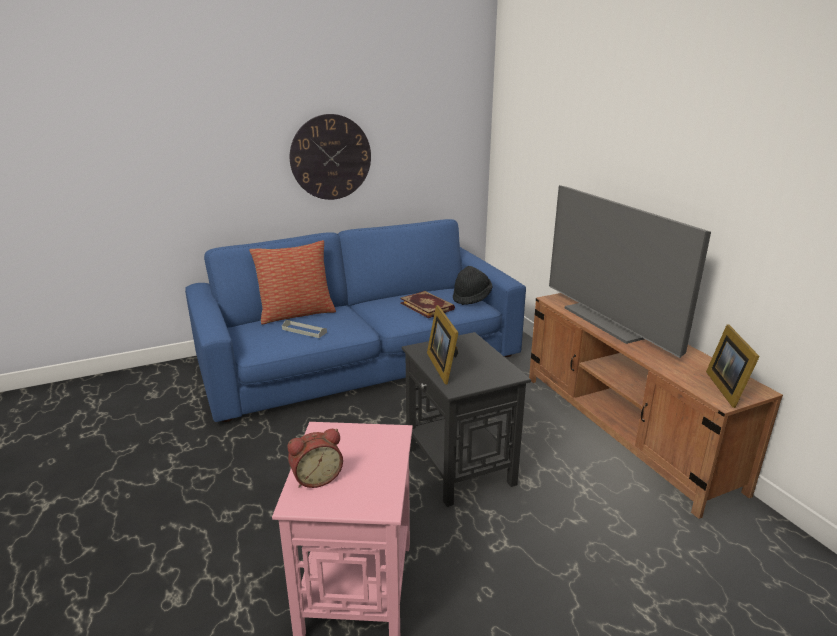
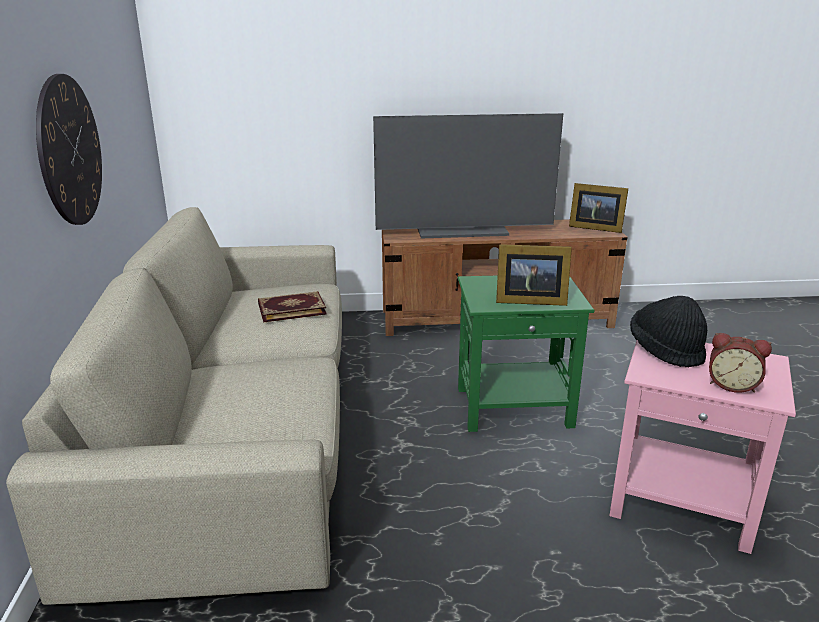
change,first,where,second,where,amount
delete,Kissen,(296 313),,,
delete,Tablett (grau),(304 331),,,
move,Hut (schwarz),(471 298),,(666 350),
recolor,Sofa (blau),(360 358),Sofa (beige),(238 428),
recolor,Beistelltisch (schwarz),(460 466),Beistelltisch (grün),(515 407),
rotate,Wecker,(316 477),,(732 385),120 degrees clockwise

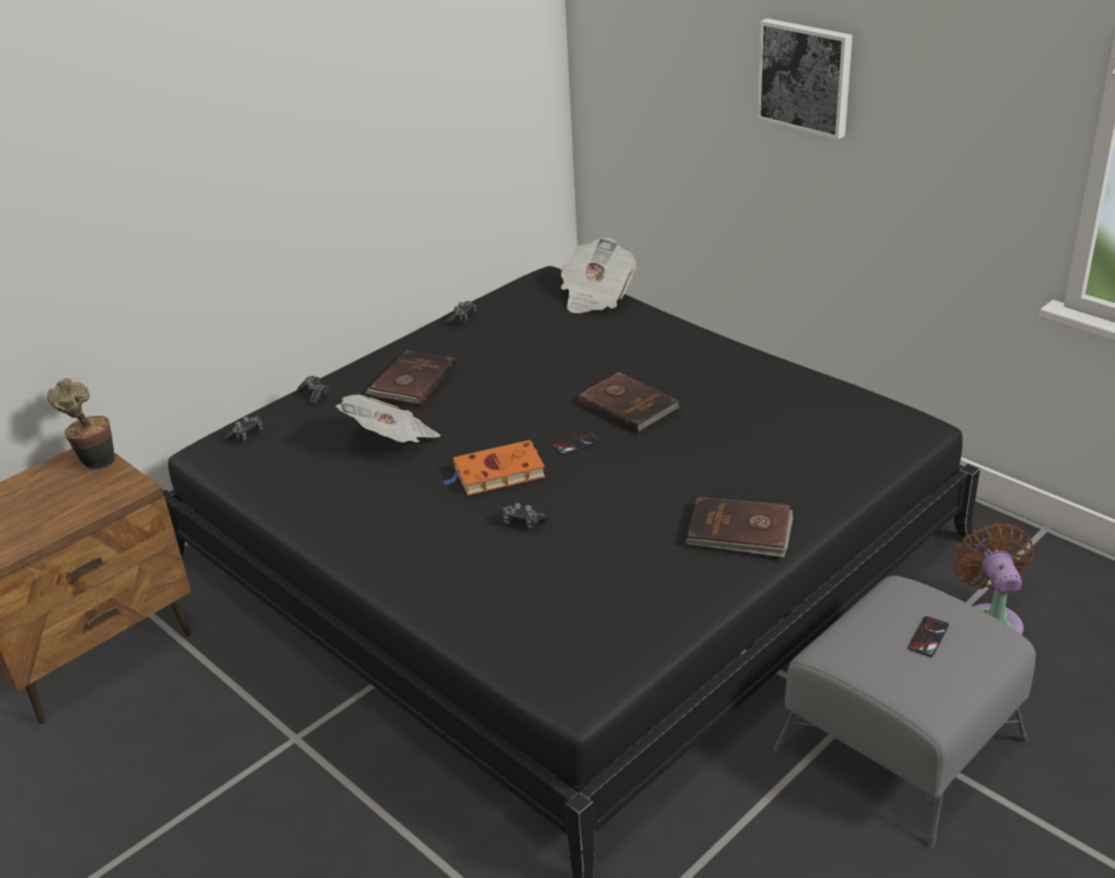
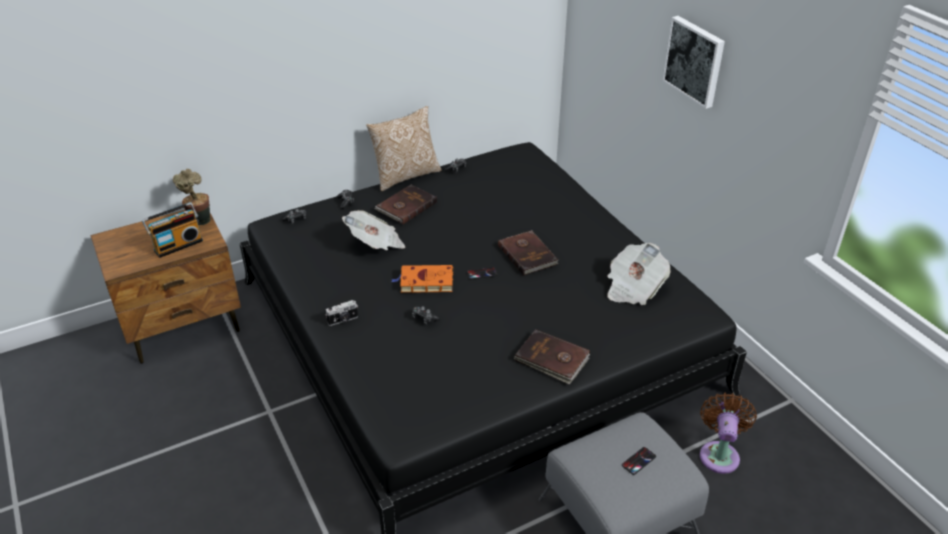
change,first,where,second,where,amount
insert,,,Radio,(178 245),
insert,,,Kamera,(343 320),
insert,,,Kissen,(405 175),
move,Zeitung,(596 296),,(633 287),

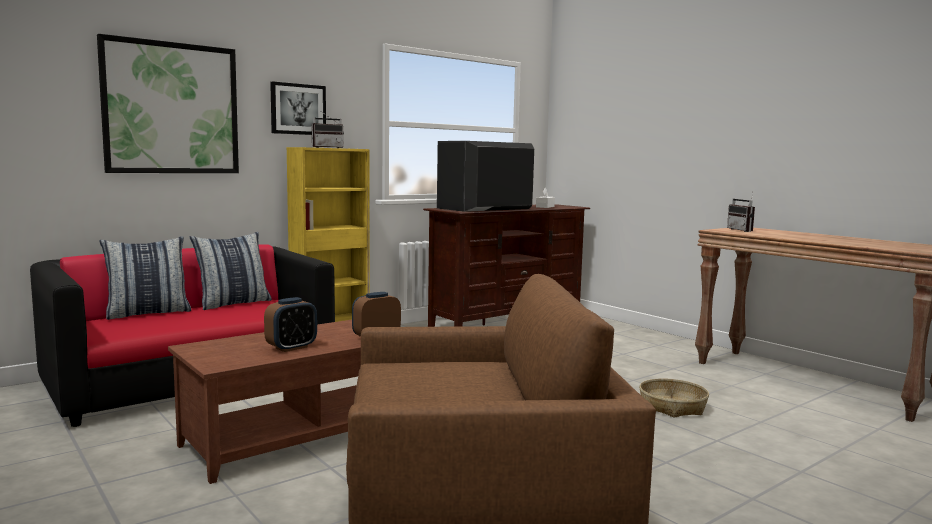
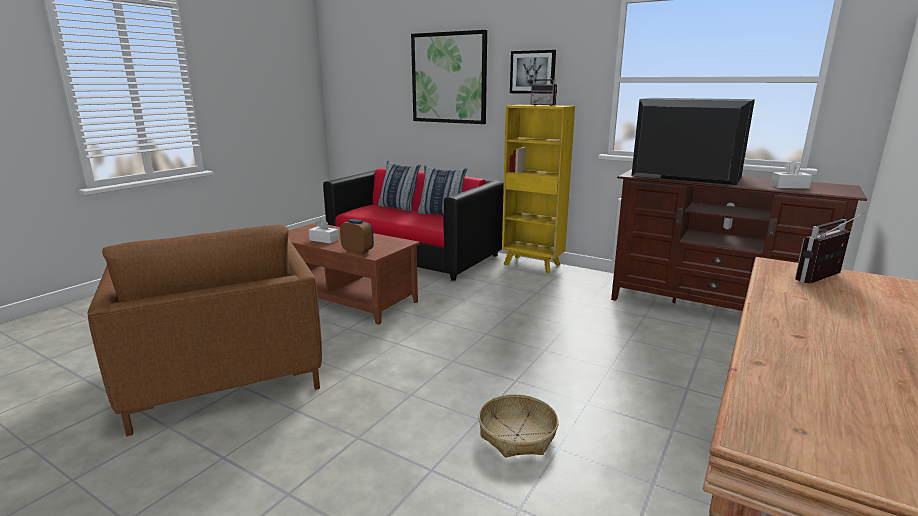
change,first,where,second,where,amount
replace,Wecker,(291 347),Taschentuchbox (weiß),(324 240),

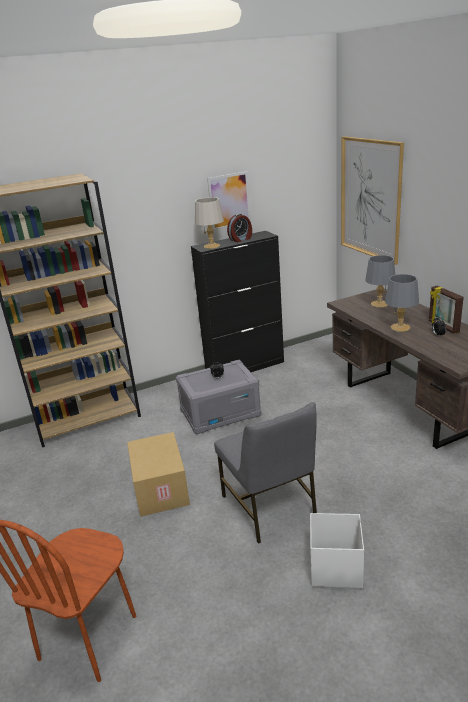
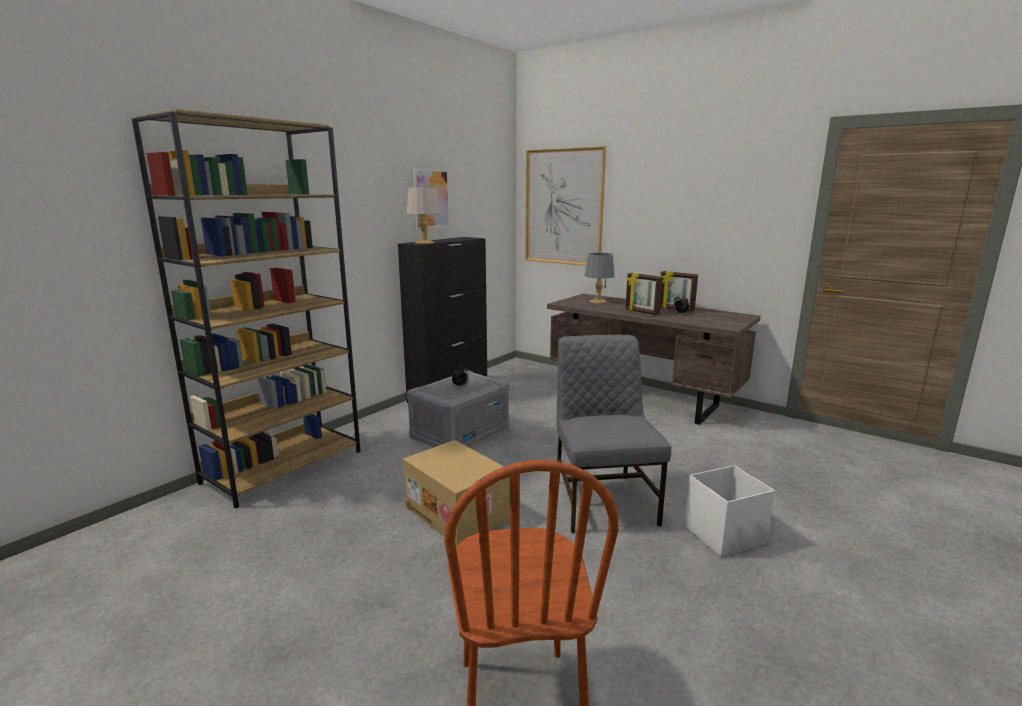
change,first,where,second,where,amount
delete,Wecker,(241 239),,,
replace,Tischlampe (grau),(400 327),Bilderrahmen,(641 312),
rotate,Stuhl (grau),(270 507),,(602 501),135 degrees counterclockwise

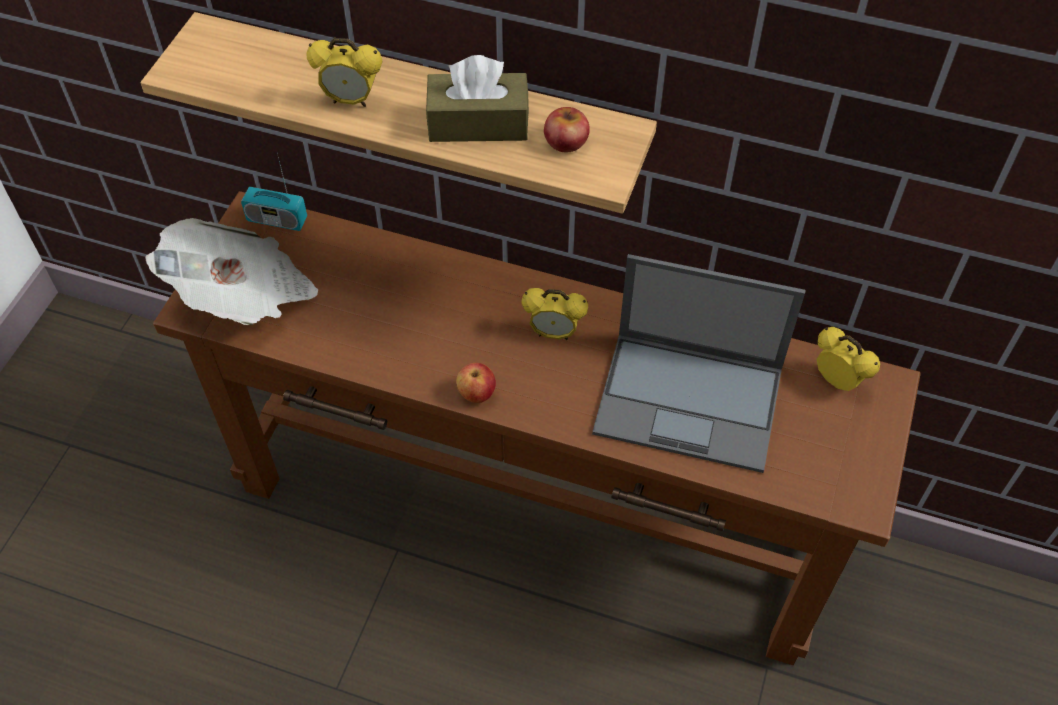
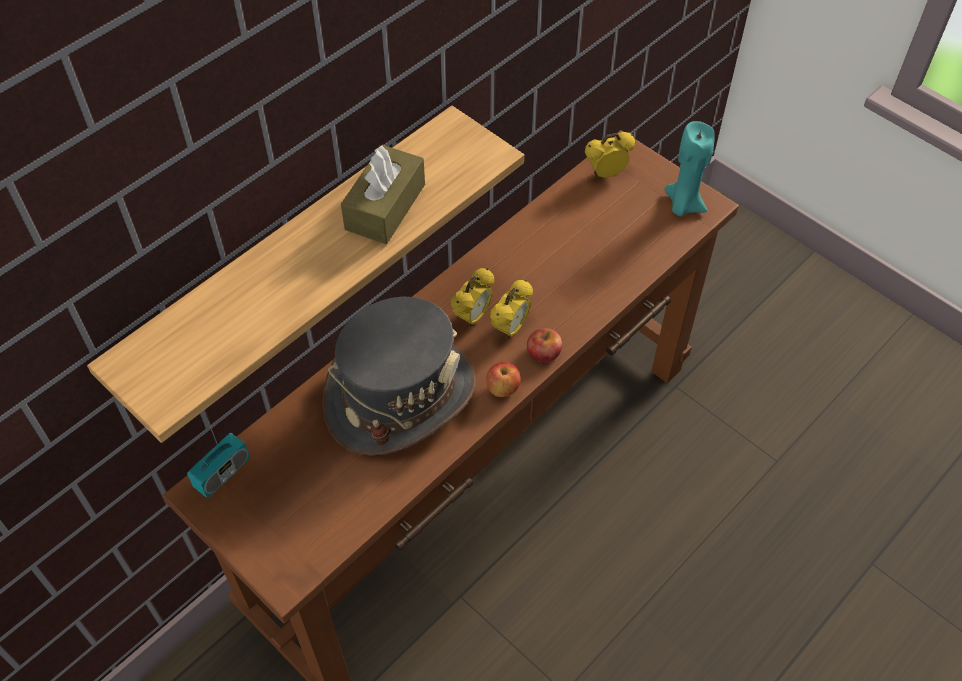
change,first,where,second,where,amount
delete,Zeitung,(243 295),,,
delete,Laptop,(691 400),,,
insert,,,Hut (grau),(400 395),
insert,,,Kerze (türkis),(683 205),
move,Wecker,(351 100),,(510 328),
move,Apfel,(566 141),,(543 352),

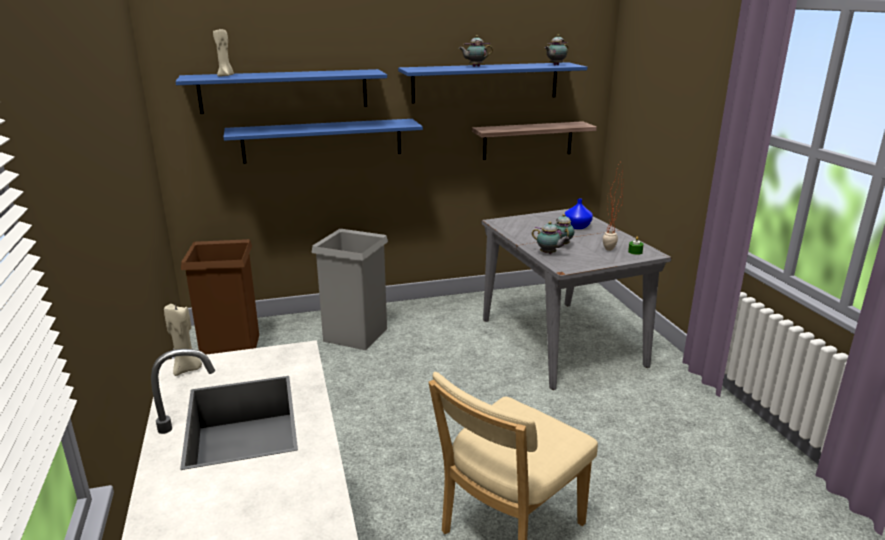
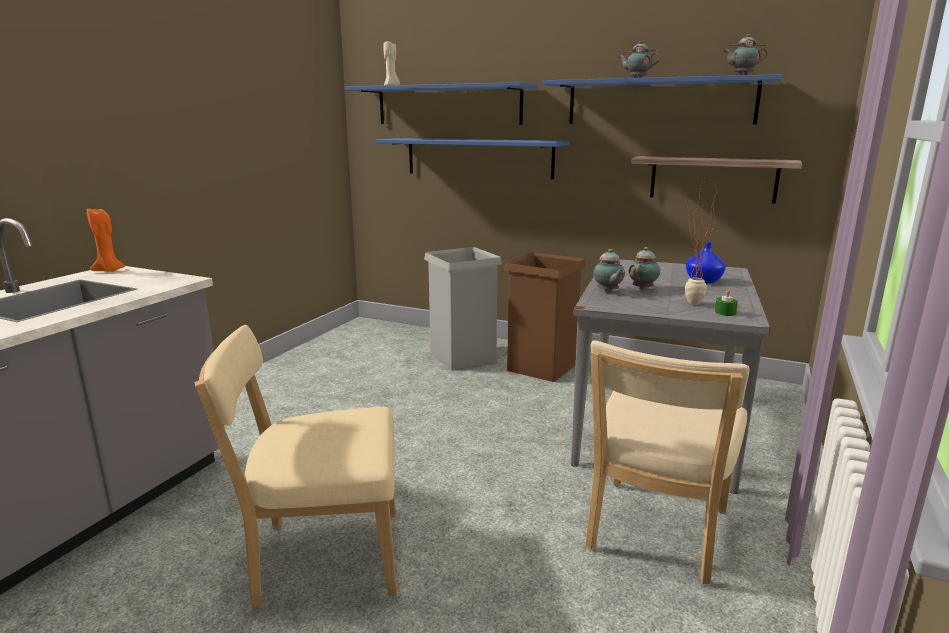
change,first,where,second,where,amount
insert,,,Stuhl (beige),(655 534),
move,Mülleimer (braun),(230 348),,(541 367),
recolor,Kerze (beige),(187 369),Kerze (orange),(109 271),

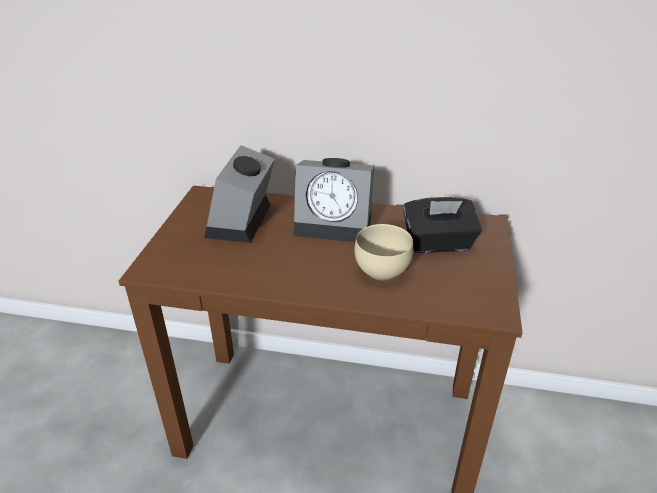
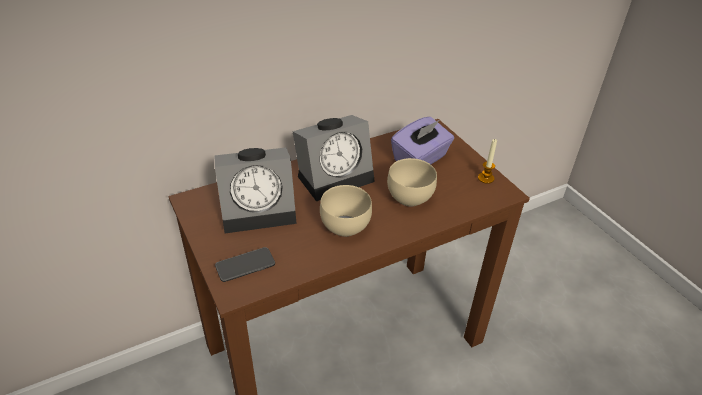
change,first,where,second,where,amount
insert,,,Handy,(245 265),
insert,,,Schüssel (beige),(347 227),
insert,,,Kerze,(485 178),
recolor,Taschentuchbox (schwarz),(438 243),Taschentuchbox (lila),(420 159),
rotate,Wecker,(242 222),,(260 209),75 degrees counterclockwise

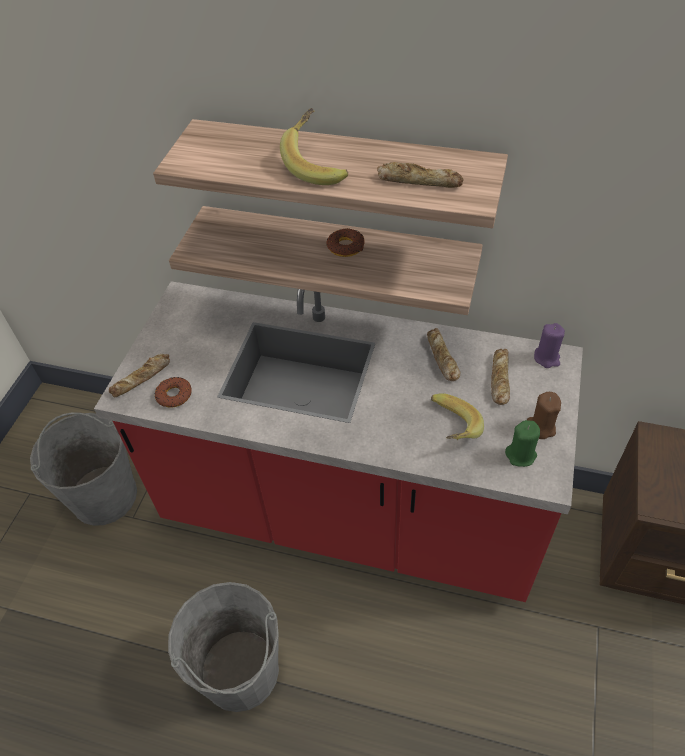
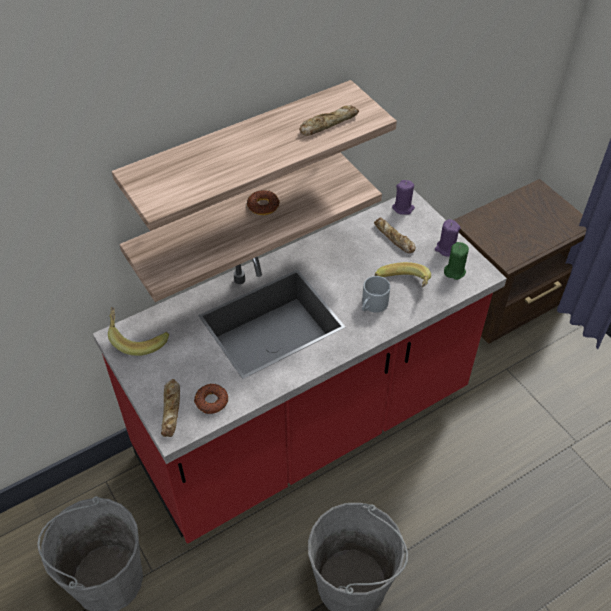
change,first,where,second,where,amount
delete,Brot,(441 358),,,
insert,,,Henkelbecher (grau),(372 305),
move,Banane,(318 164),,(137 338),
recolor,Kerze (braun),(541 427),Kerze (lila),(446 249),

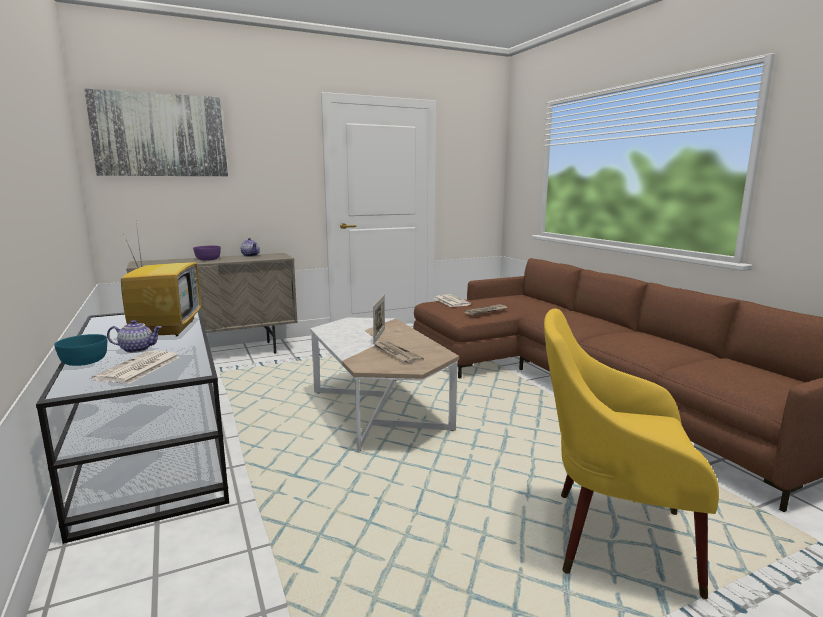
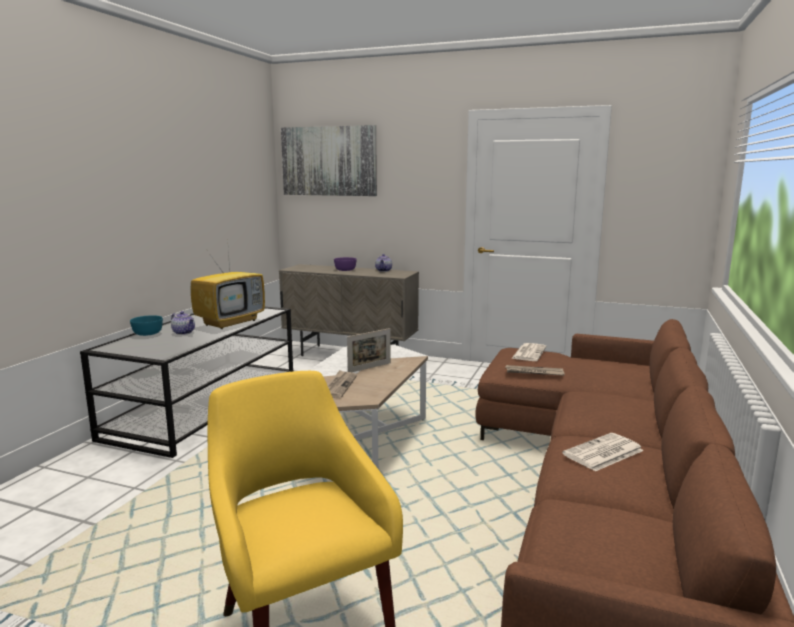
change,first,where,second,where,amount
move,Zeitung,(138 368),,(603 453),

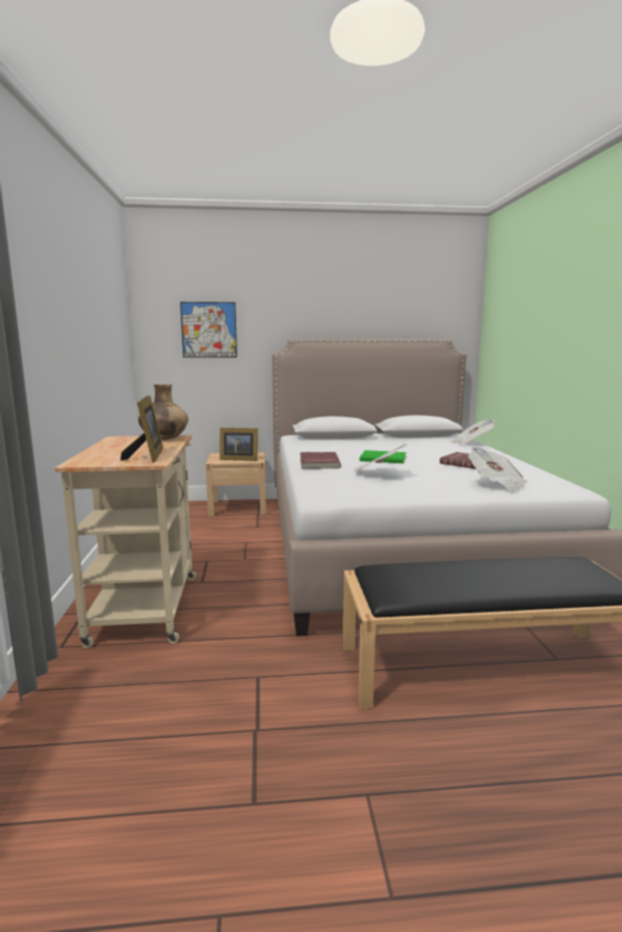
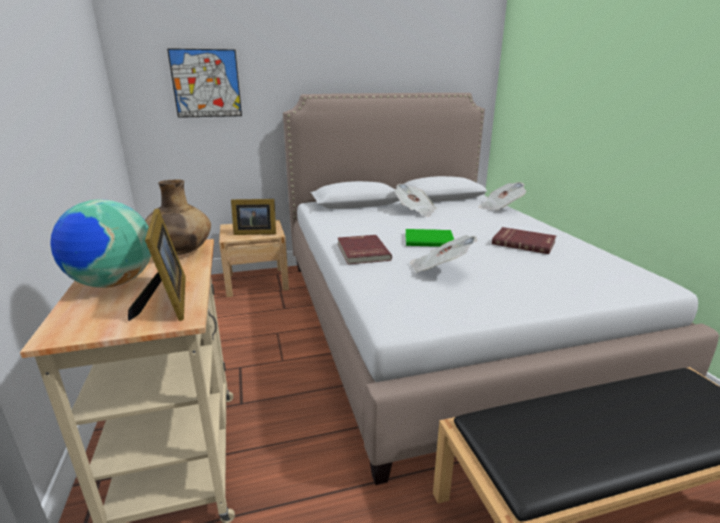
change,first,where,second,where,amount
insert,,,Globus,(113 283),
move,Zeitung,(496 484),,(415 211),

